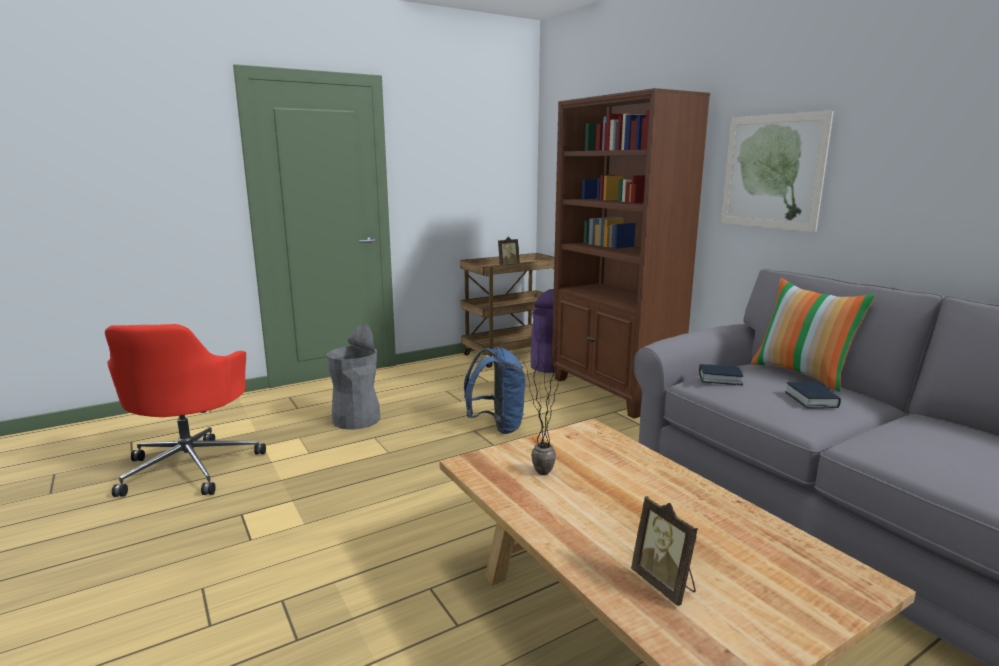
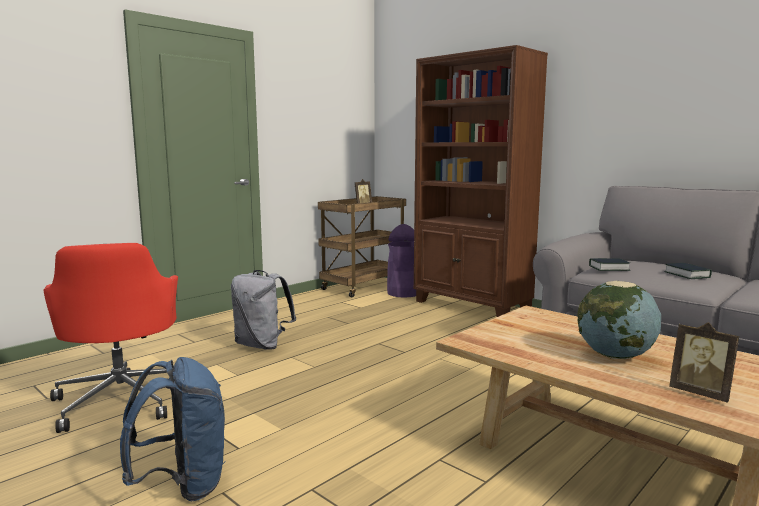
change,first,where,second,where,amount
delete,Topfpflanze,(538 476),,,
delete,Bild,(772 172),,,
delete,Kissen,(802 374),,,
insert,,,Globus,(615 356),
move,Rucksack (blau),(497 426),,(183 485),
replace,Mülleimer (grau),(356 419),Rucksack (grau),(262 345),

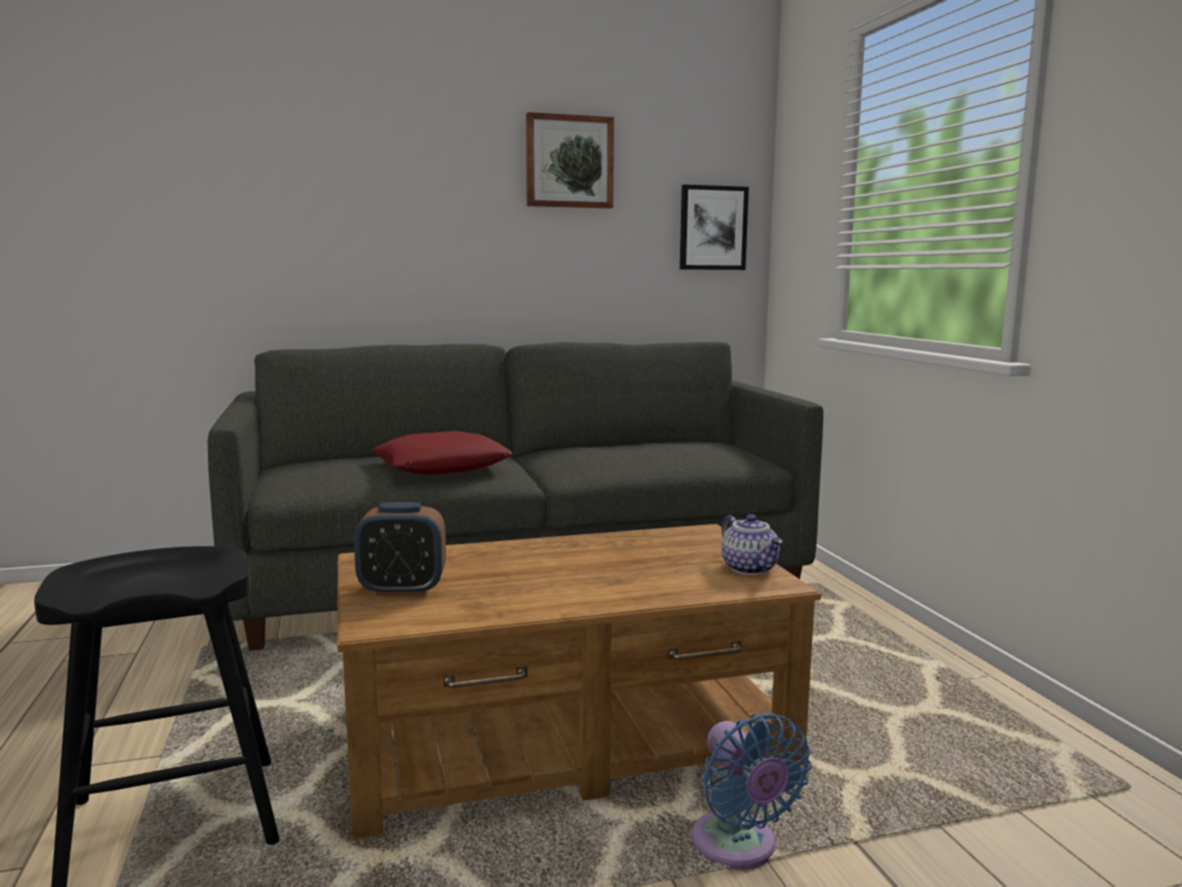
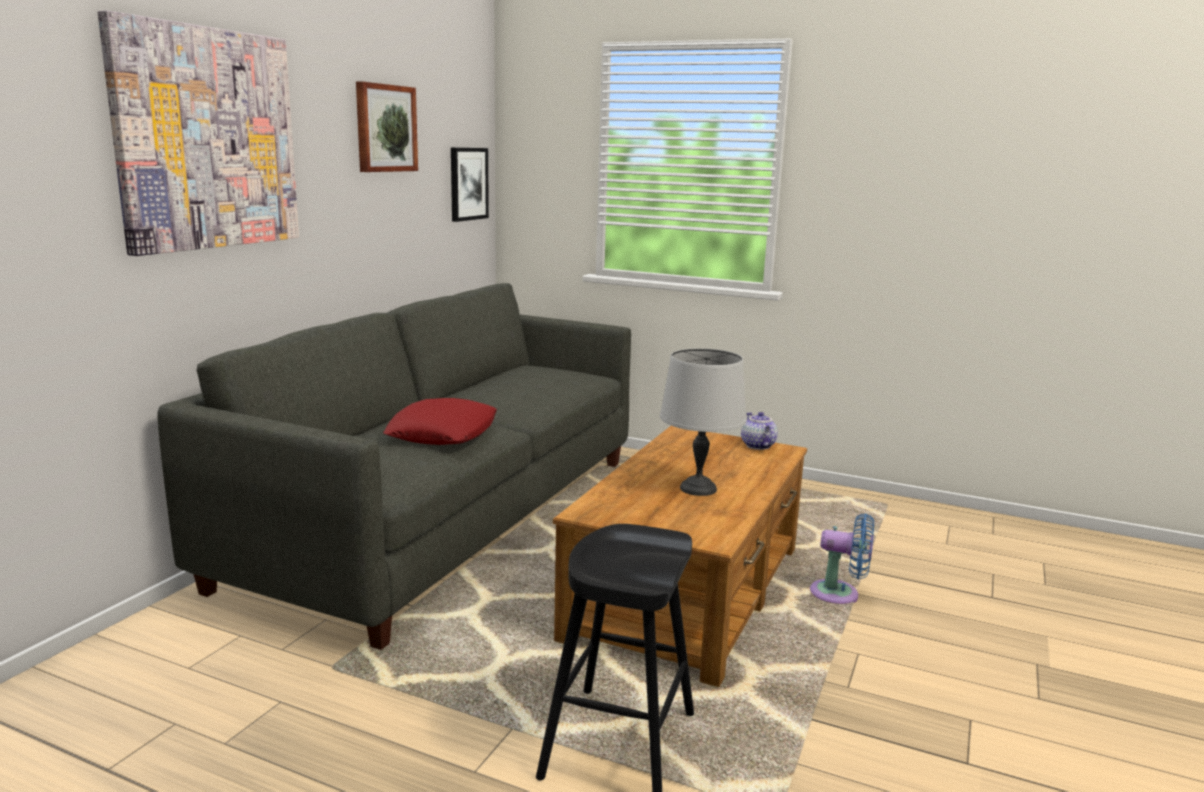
change,first,where,second,where,amount
delete,Wecker,(402 590),,,
insert,,,Bild,(207 139),
insert,,,Tischlampe (grau),(697 488),
rotate,Teekanne,(751 568),,(757 446),120 degrees counterclockwise

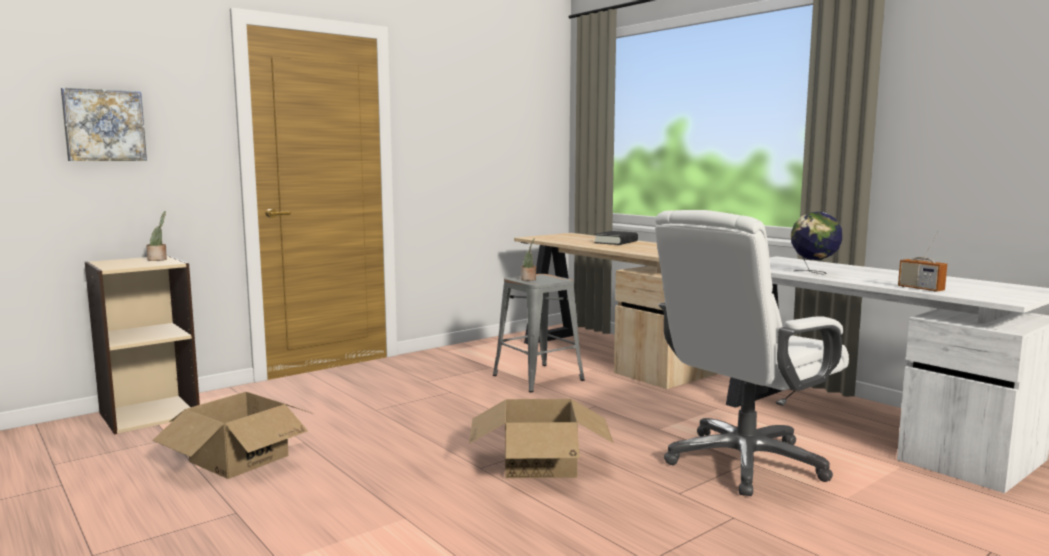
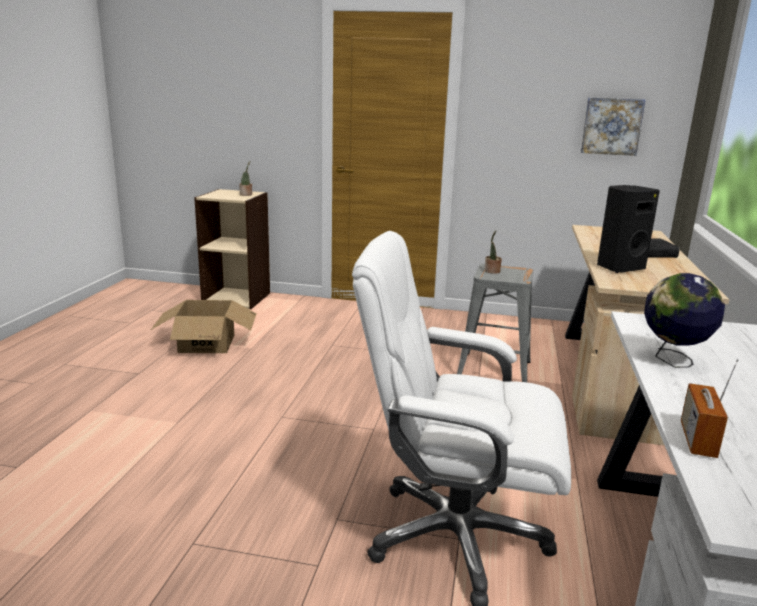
change,first,where,second,where,amount
delete,Karton,(539 463),,,
insert,,,Lautsprecher (schwarz),(619 267),
move,Bild,(104 125),,(611 126),

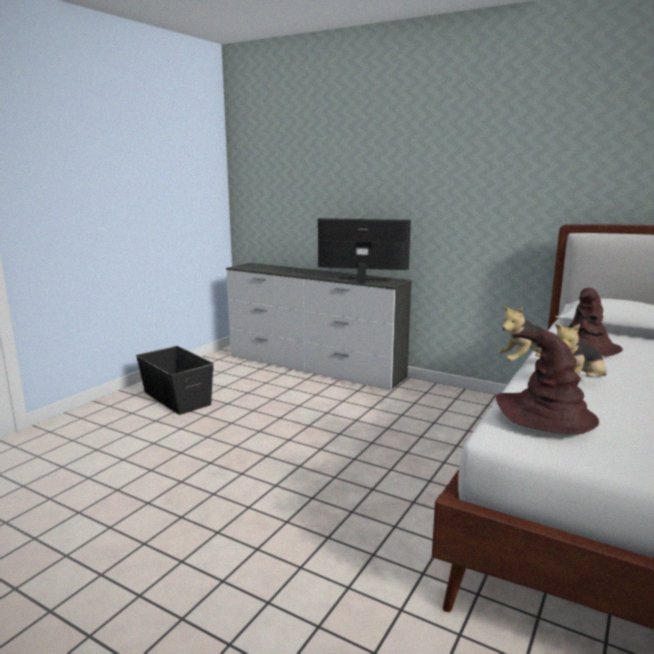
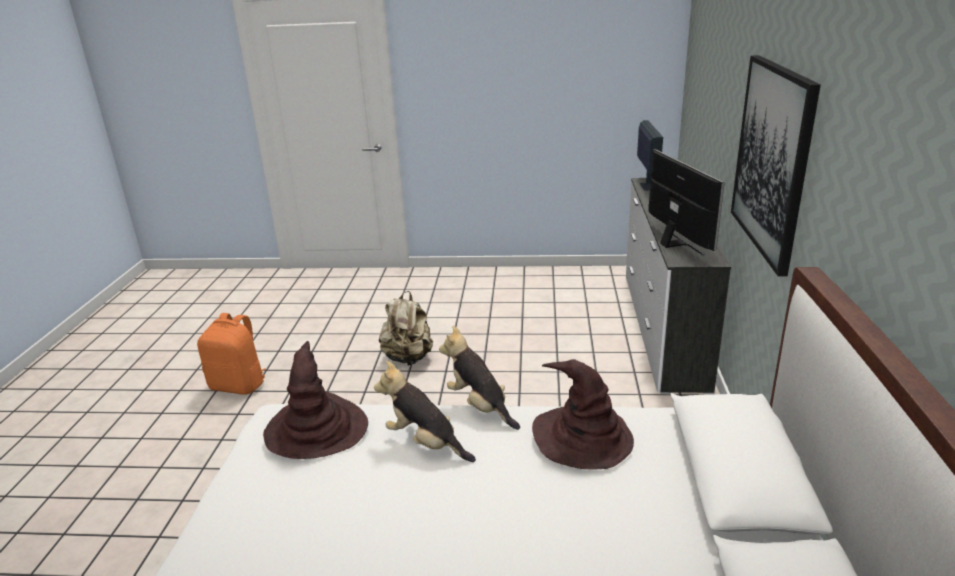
change,first,where,second,where,amount
delete,Aufbewahrungsbox (schwarz),(177 398),,,
insert,,,Rucksack (orange),(239 385),
insert,,,Rucksack (beige),(408 358),
insert,,,Monitor,(648 186),
insert,,,Bild,(772 159),

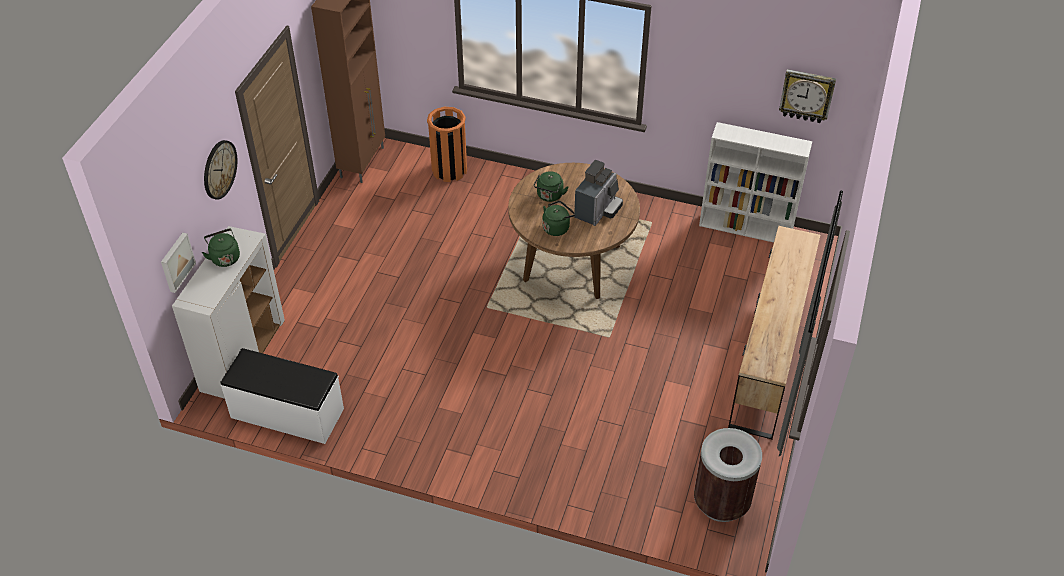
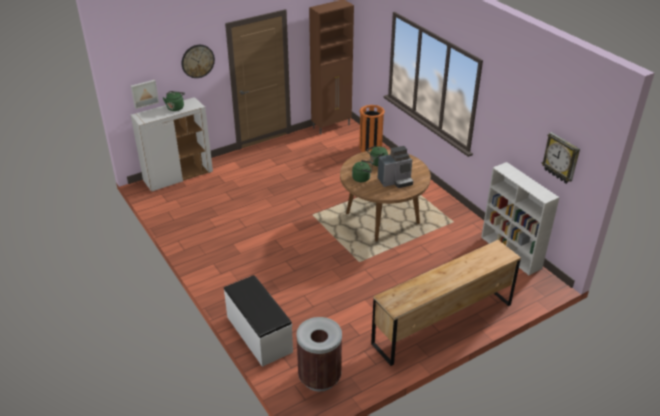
change,first,where,second,where,amount
move,Bank (weiß),(287 414),,(258 334),

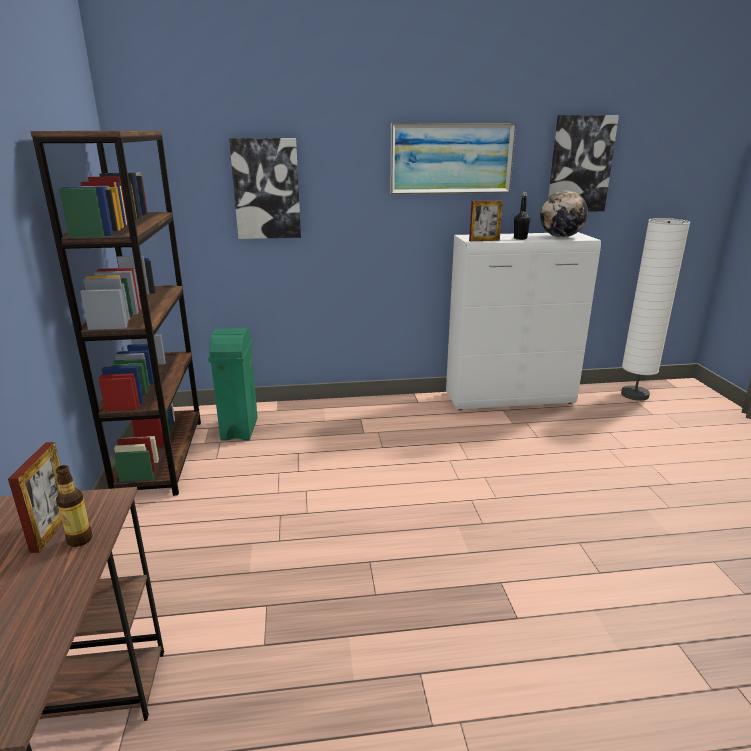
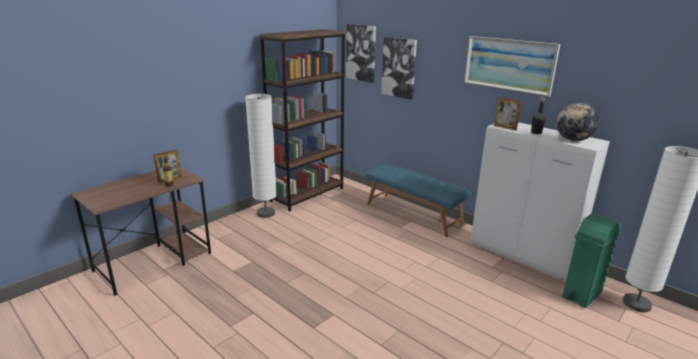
change,first,where,second,where,amount
insert,,,Stehlampe (weiß),(265 213),
insert,,,Bank (blau),(414 214),
move,Mülleimer (grün),(239 429),,(581 295),
move,Bild,(580 164),,(361 53),

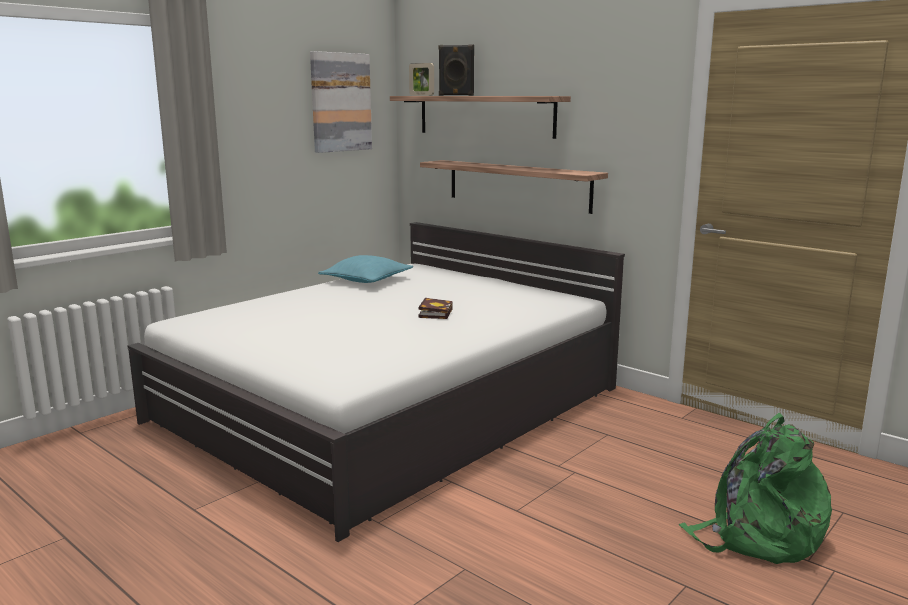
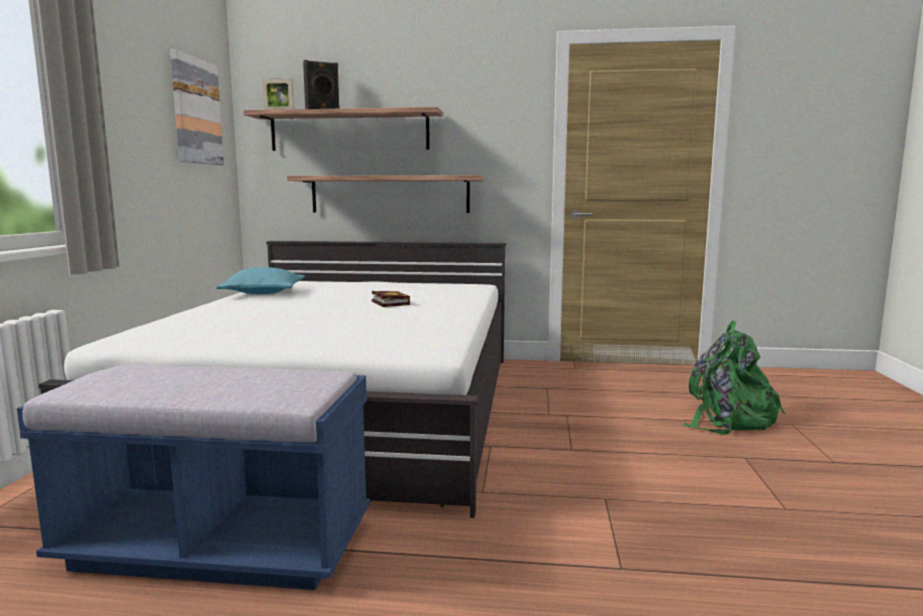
change,first,where,second,where,amount
insert,,,Bank (blau),(218 546),

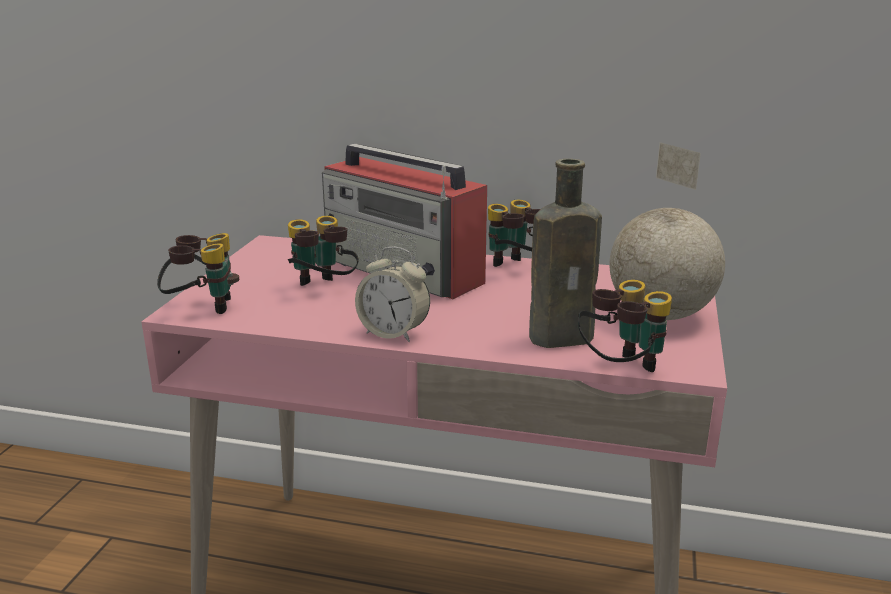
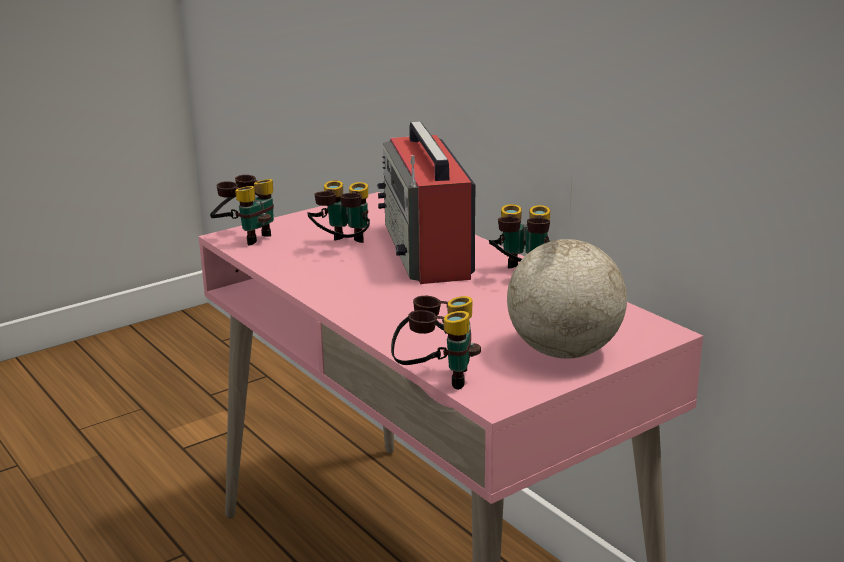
change,first,where,second,where,amount
delete,Wecker,(393 333),,,
delete,Flasche (braun),(565 337),,,

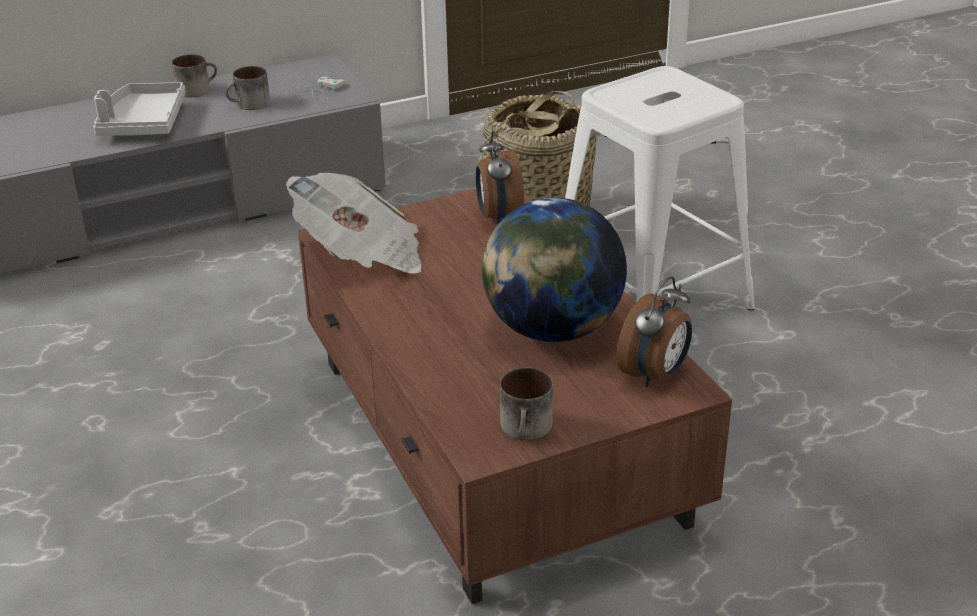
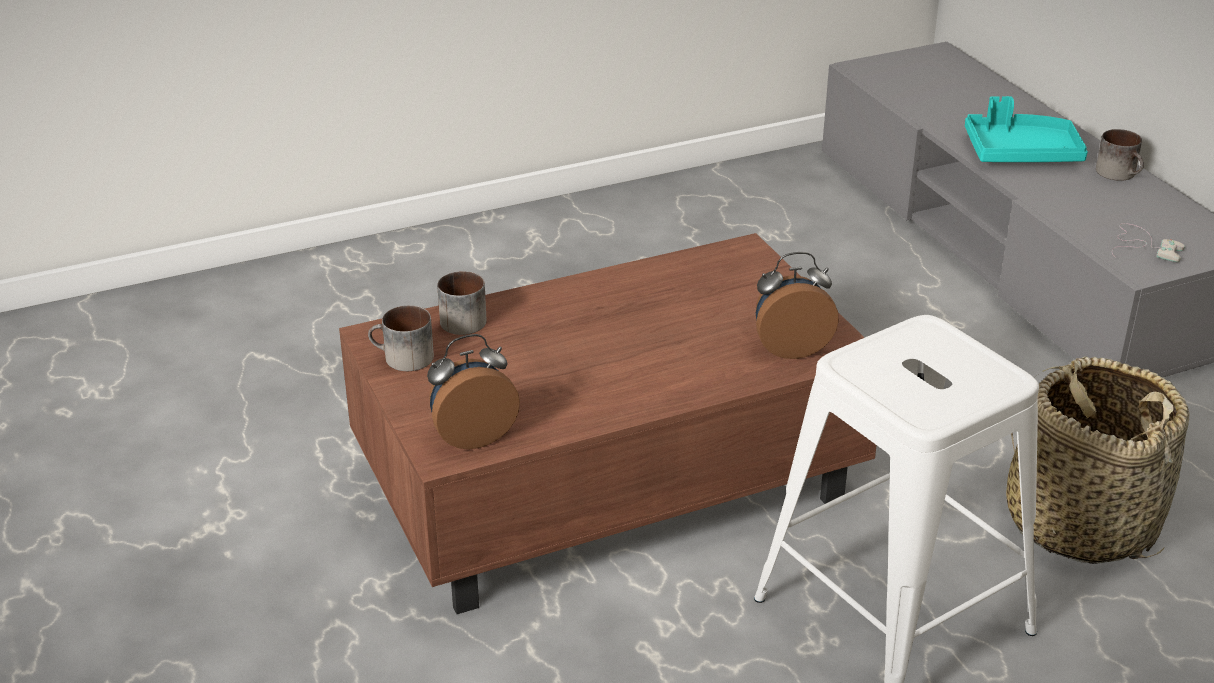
change,first,where,second,where,amount
delete,Zeitung,(361 255),,,
delete,Globus,(552 329),,,
move,Henkelbecher,(249 105),,(458 319),
recolor,Tablett (grau),(143 123),Tablett (türkis),(1021 153),
rotate,Wecker,(655 375),,(472 435),120 degrees clockwise

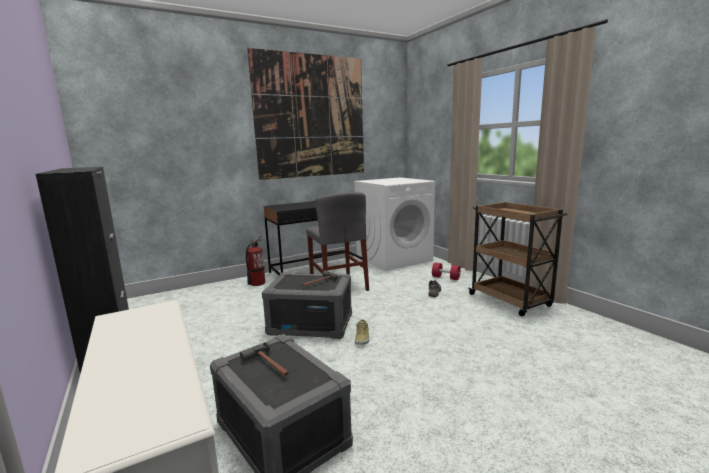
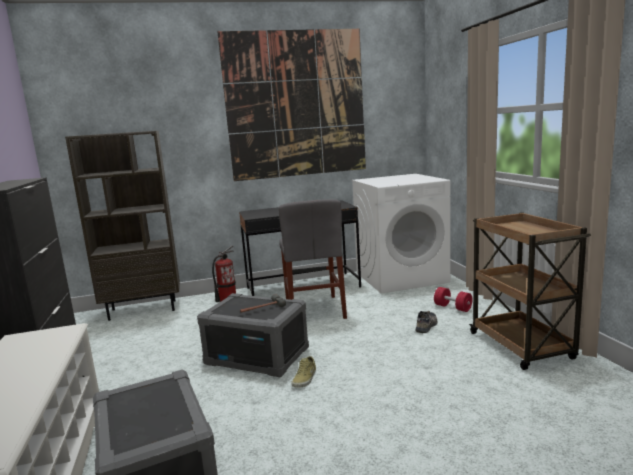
change,first,where,second,where,amount
delete,Hammer,(268 366),,,
insert,,,Bücherregal (braun),(144 309),

